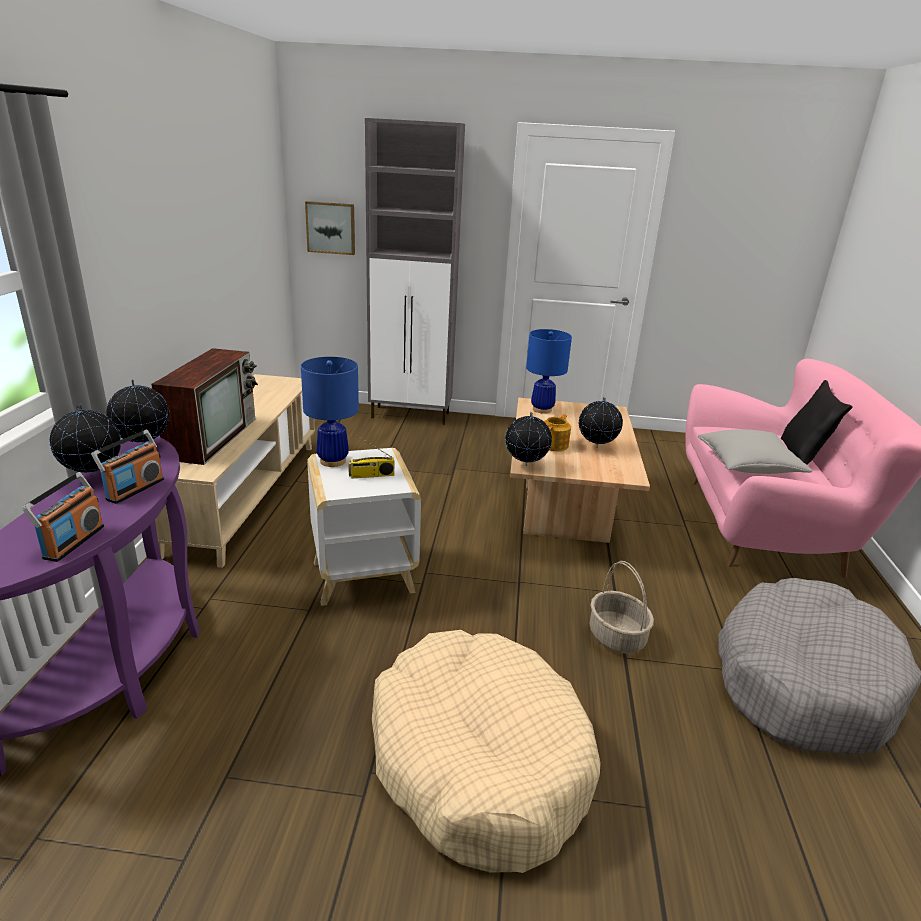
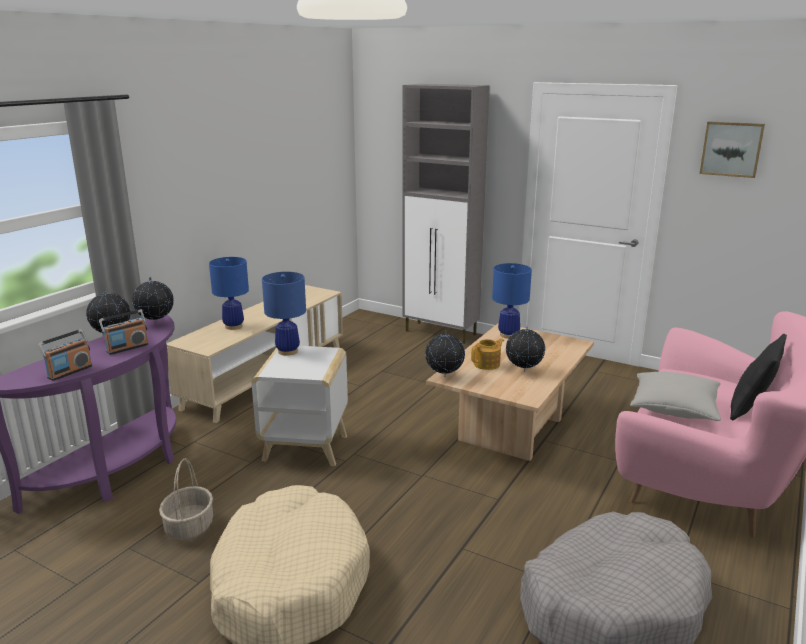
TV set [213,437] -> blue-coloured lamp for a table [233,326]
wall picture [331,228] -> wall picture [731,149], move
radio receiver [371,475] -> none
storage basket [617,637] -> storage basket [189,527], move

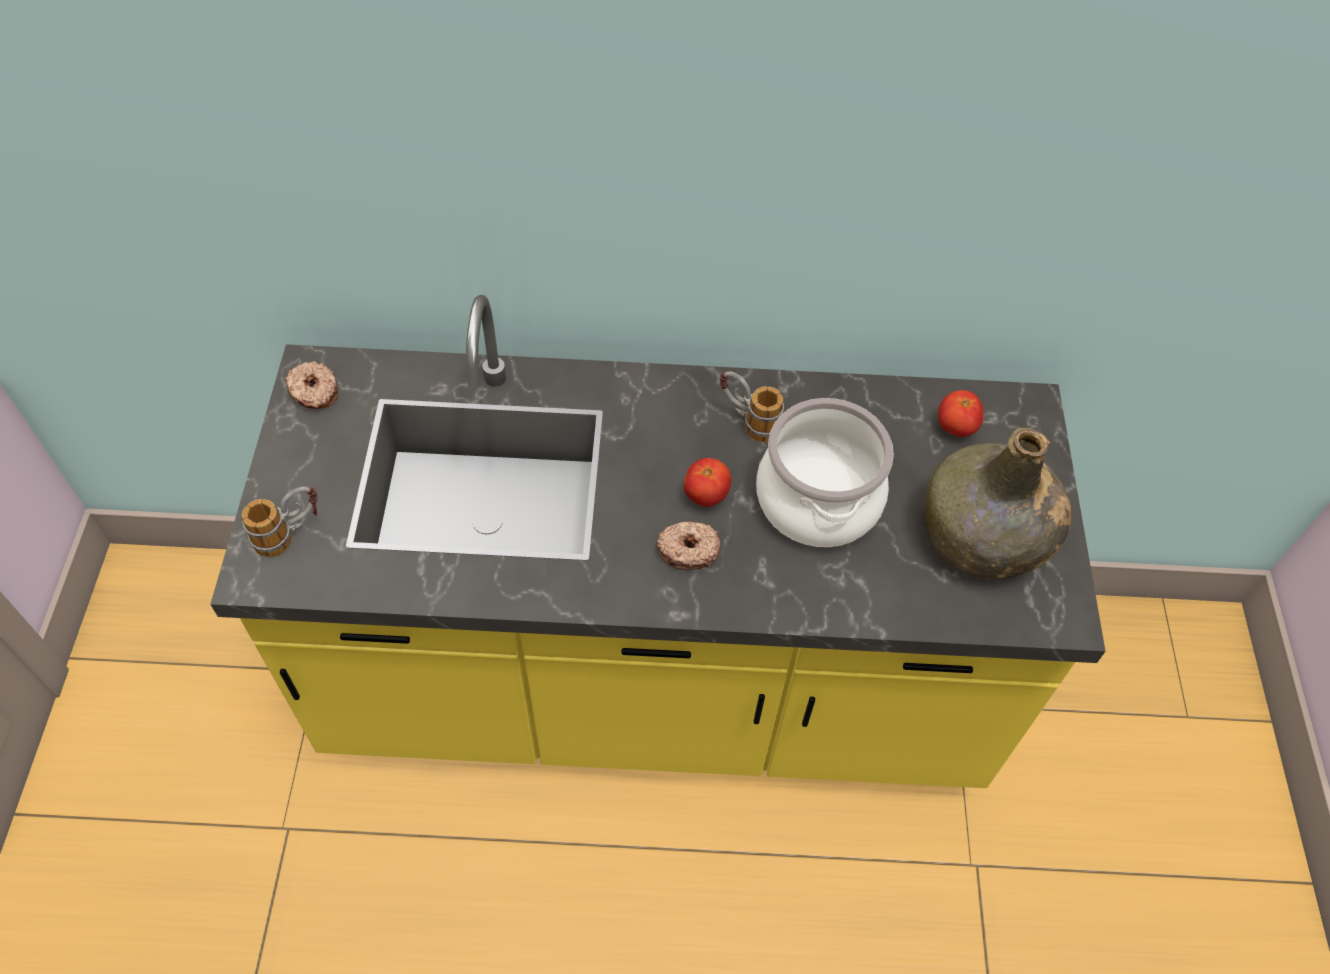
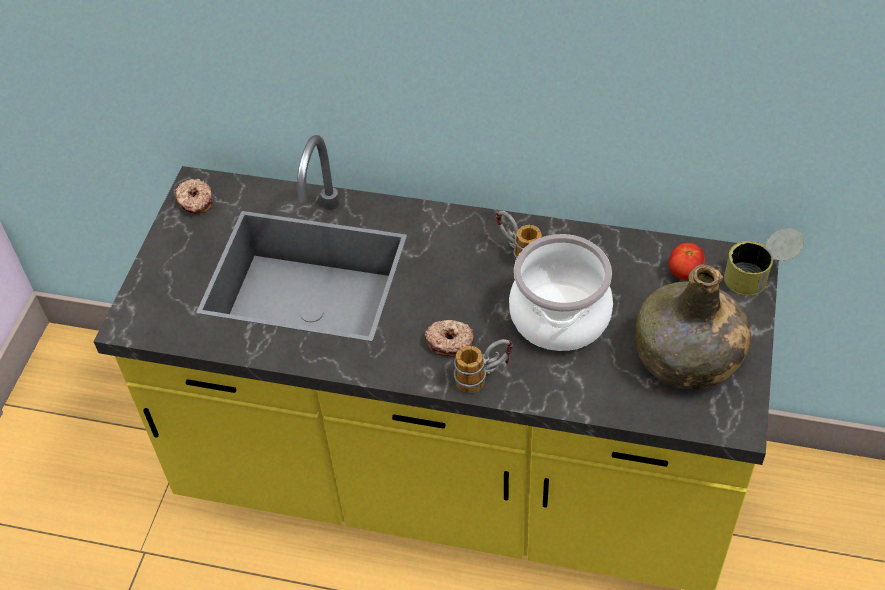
mug [290,534] -> mug [483,376], move
whole tomato [706,495] -> none
none -> metal can [758,276]

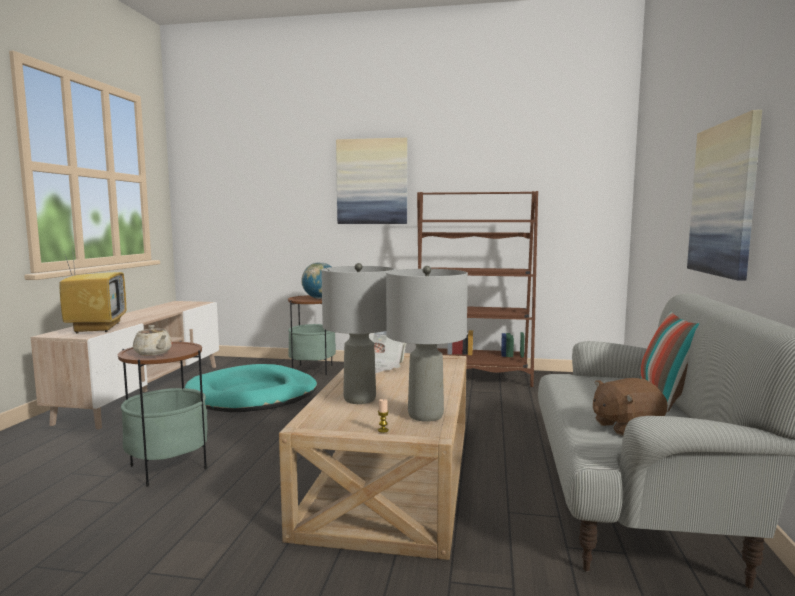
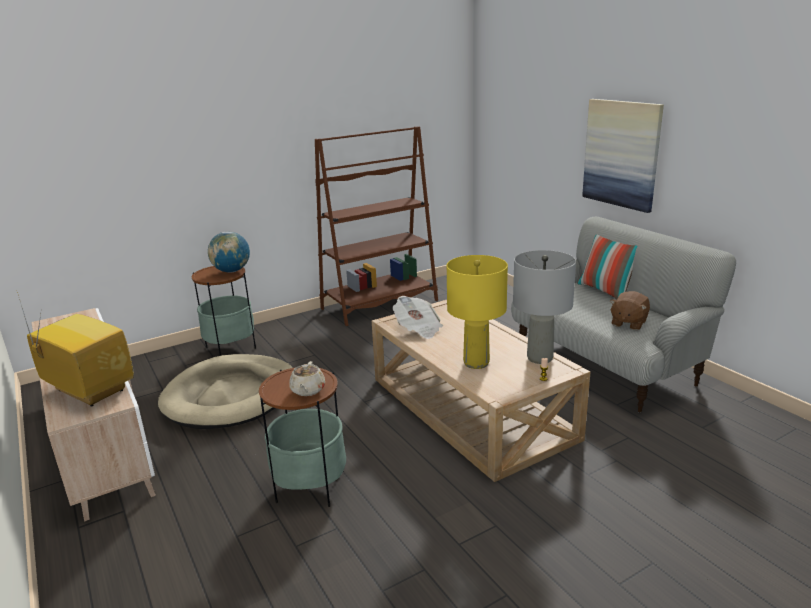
beige-coloured tea pot [153,353] -> beige-coloured tea pot [307,390], 90 degrees clockwise
turquoise pet bed [253,395] -> beige-coloured pet bed [231,395]
greyish lamp for a table [359,399] -> yellowish lamp for a table [475,363]
wall picture [372,182] -> none

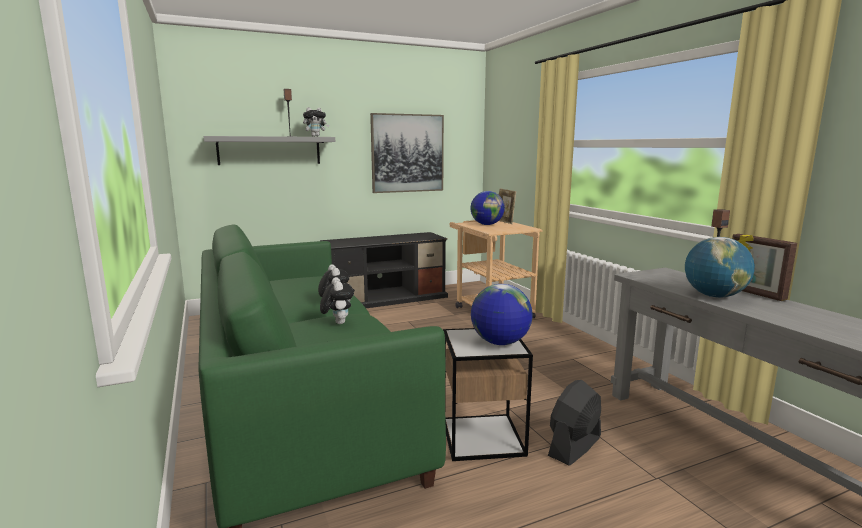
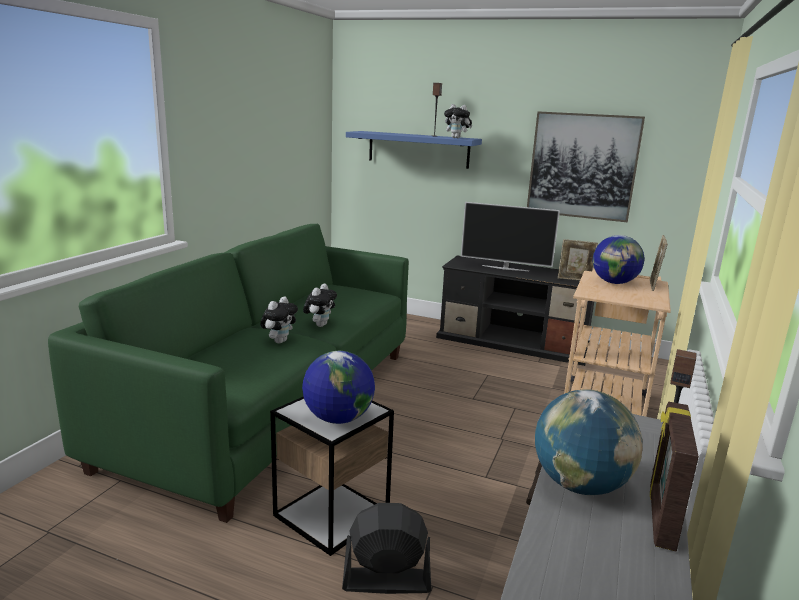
greyish wall shelf [269,150] -> blue-coloured wall shelf [418,149]
none -> TV set [505,268]
none -> standing frame [574,279]

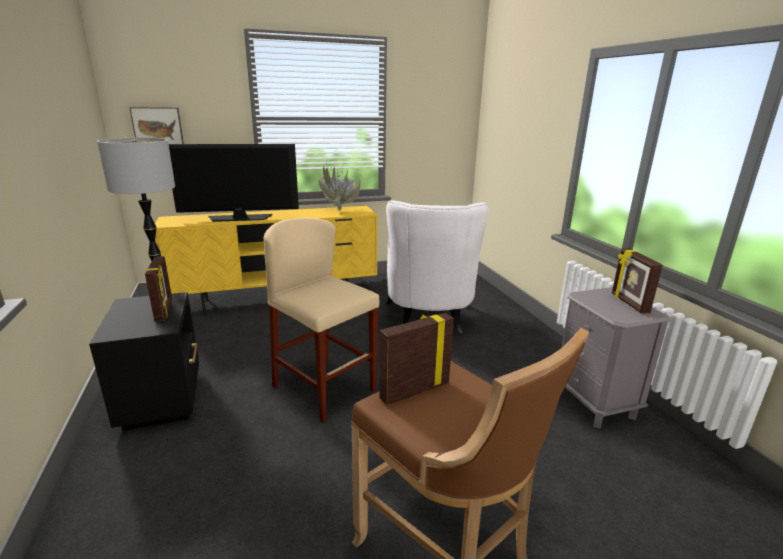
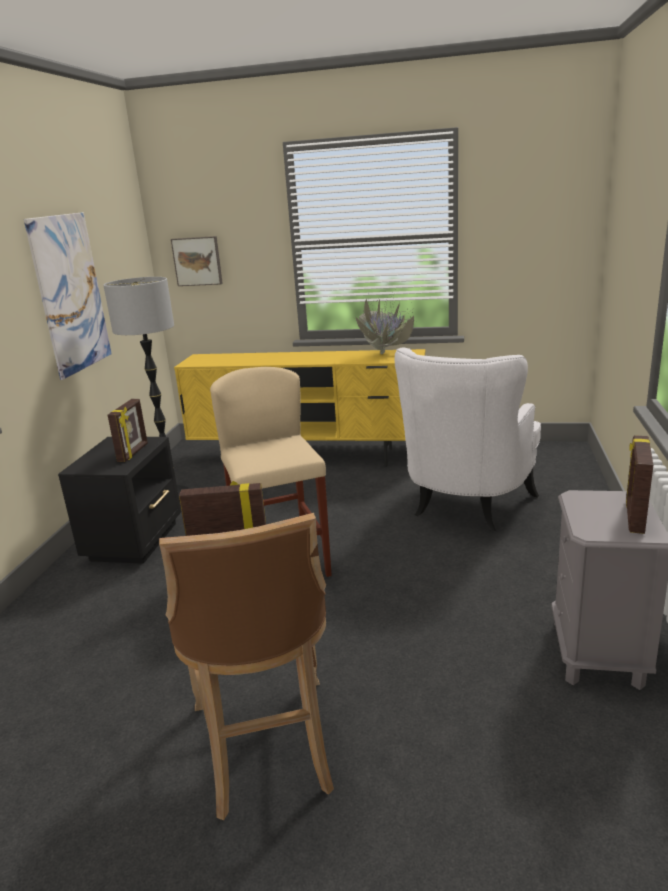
TV set [240,218] -> none
none -> wall picture [71,294]

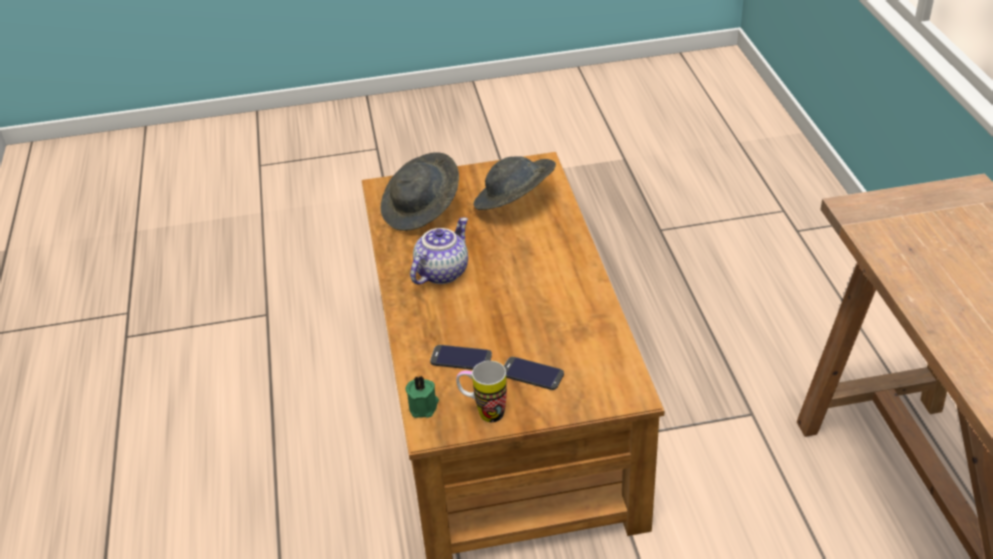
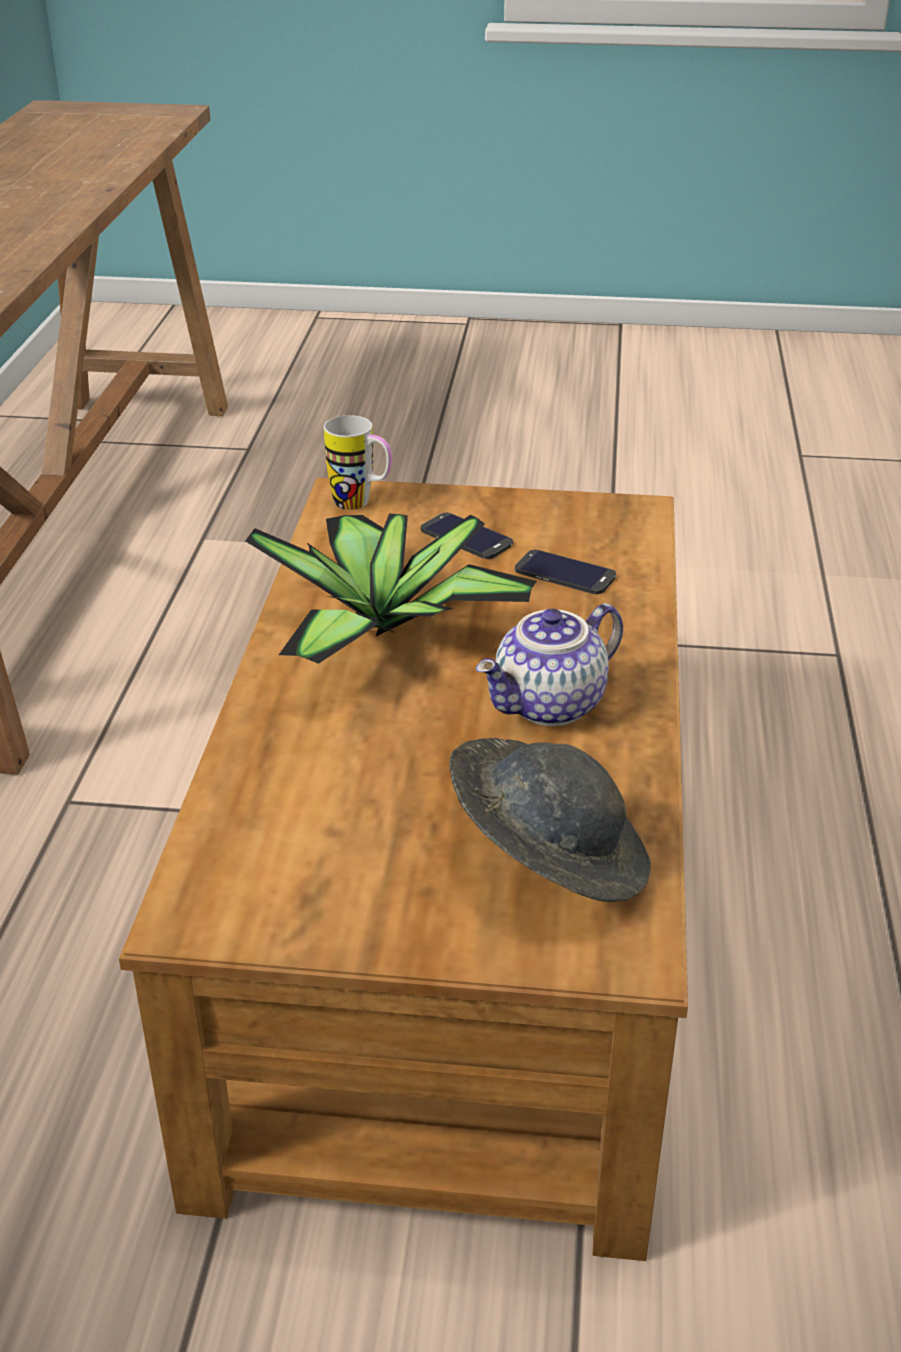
greenish wax light [424,406] -> none
mug [483,412] -> mug [361,504], move
greyish wearable hat [514,203] -> none
none -> houseplant [386,629]

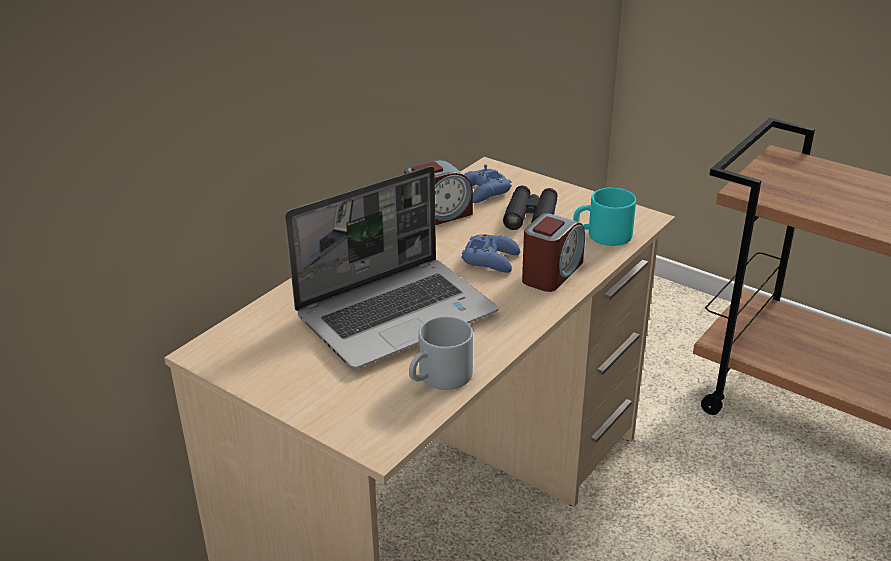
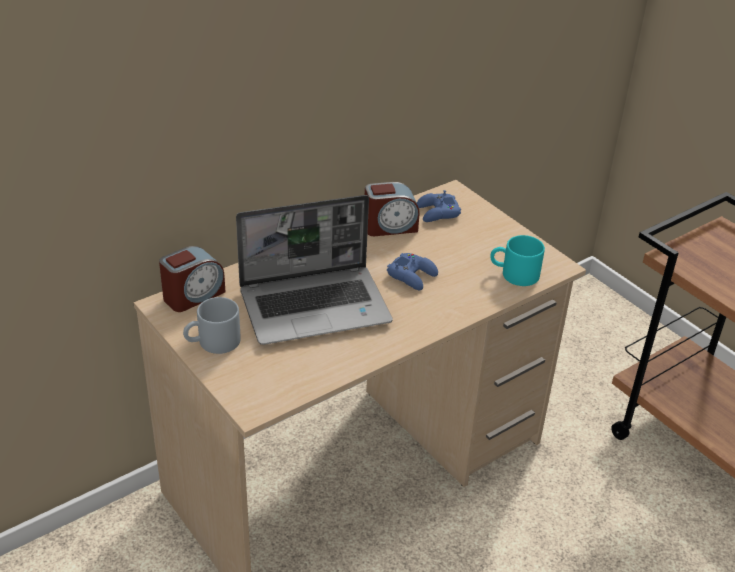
greyish mug [439,378] -> greyish mug [213,343], move
black-coloured binoculars [531,216] -> none
table clock [552,273] -> table clock [193,295], move

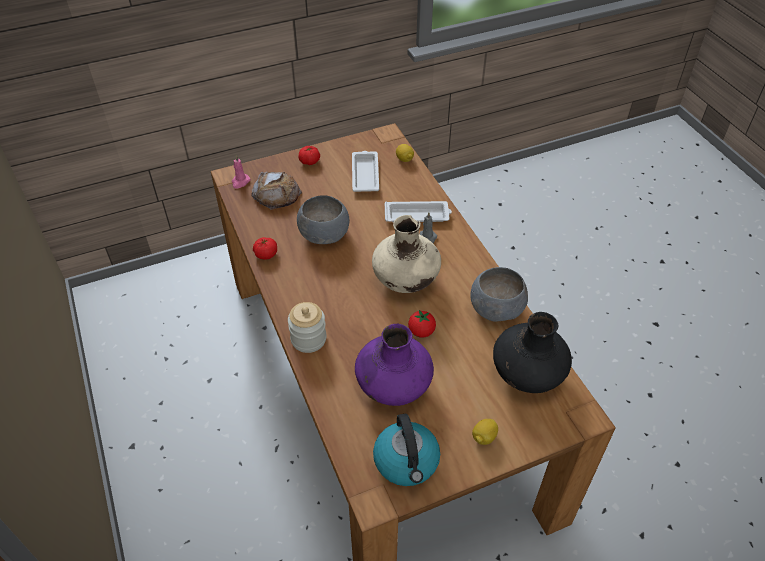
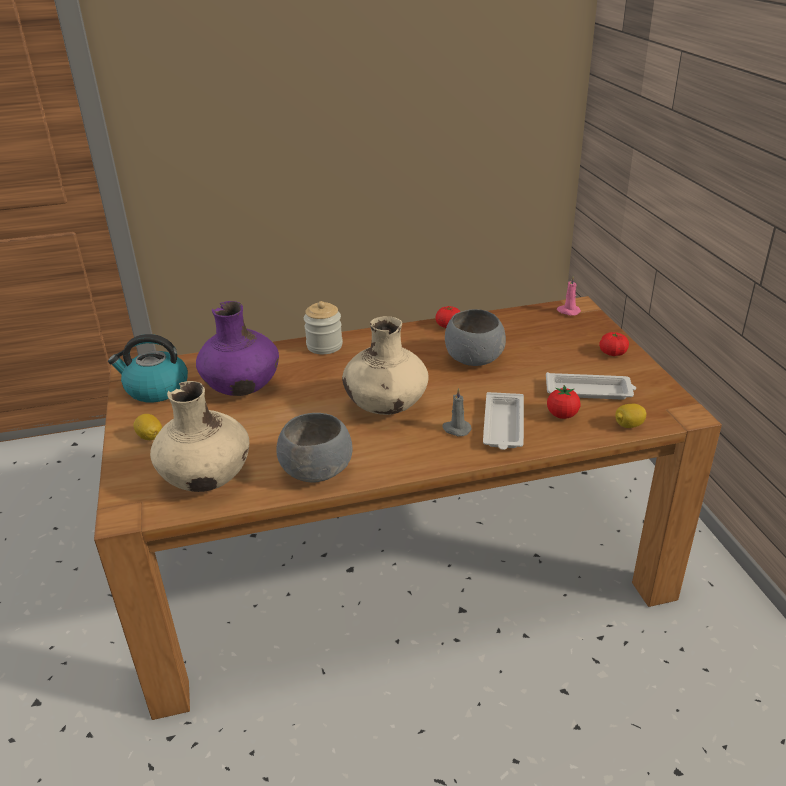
bakery bread [276,194] -> none
whole tomato [421,331] -> whole tomato [562,415], move
black-coloured flower vase [526,375] -> beige-coloured flower vase [207,479]

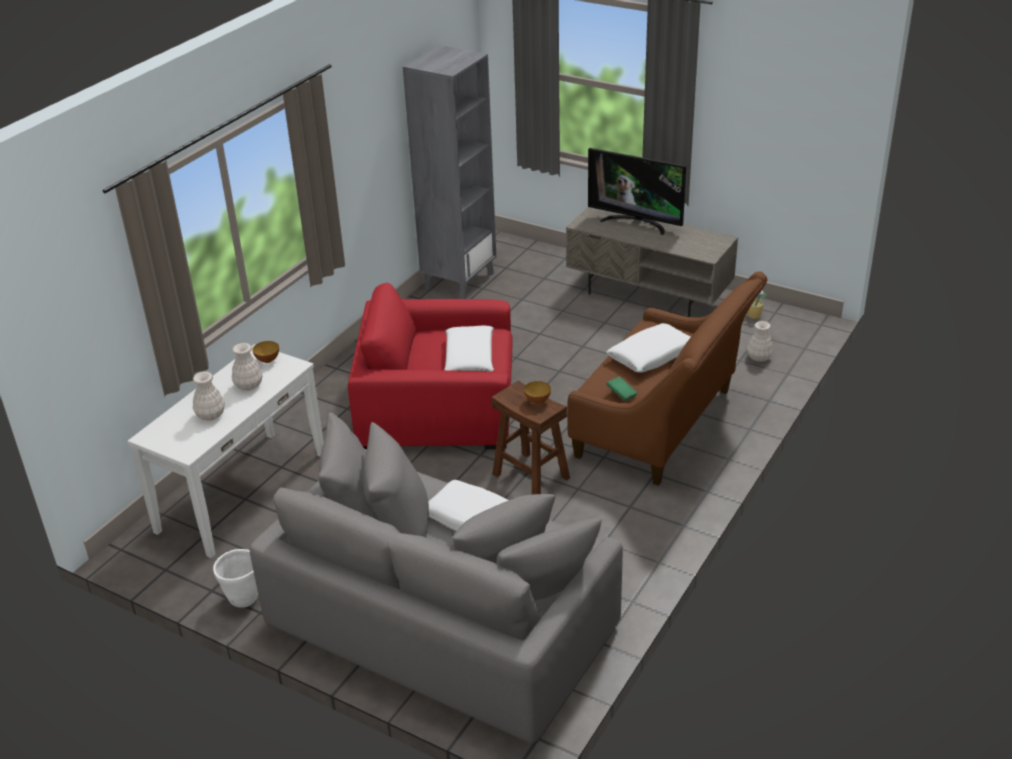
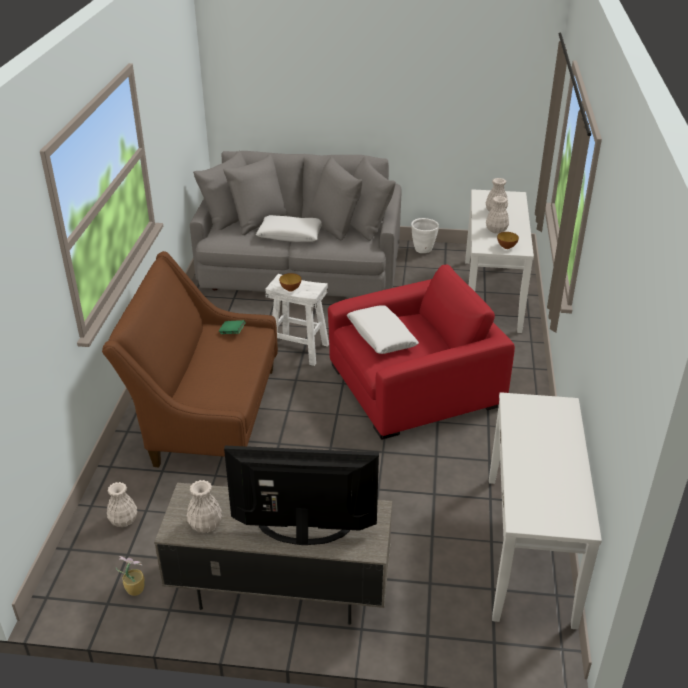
greyish bookcase [459,280] -> whitish console table [530,547]
brown stool seat [530,476] -> whitish stool seat [299,349]
whitish throw pillow [651,356] -> none
none -> whitish flower vase [205,525]

